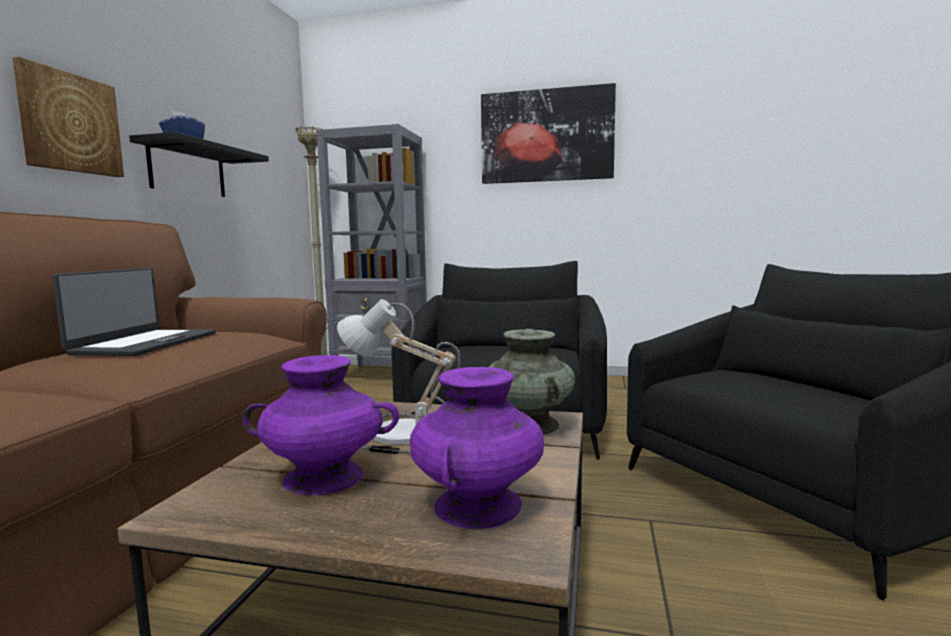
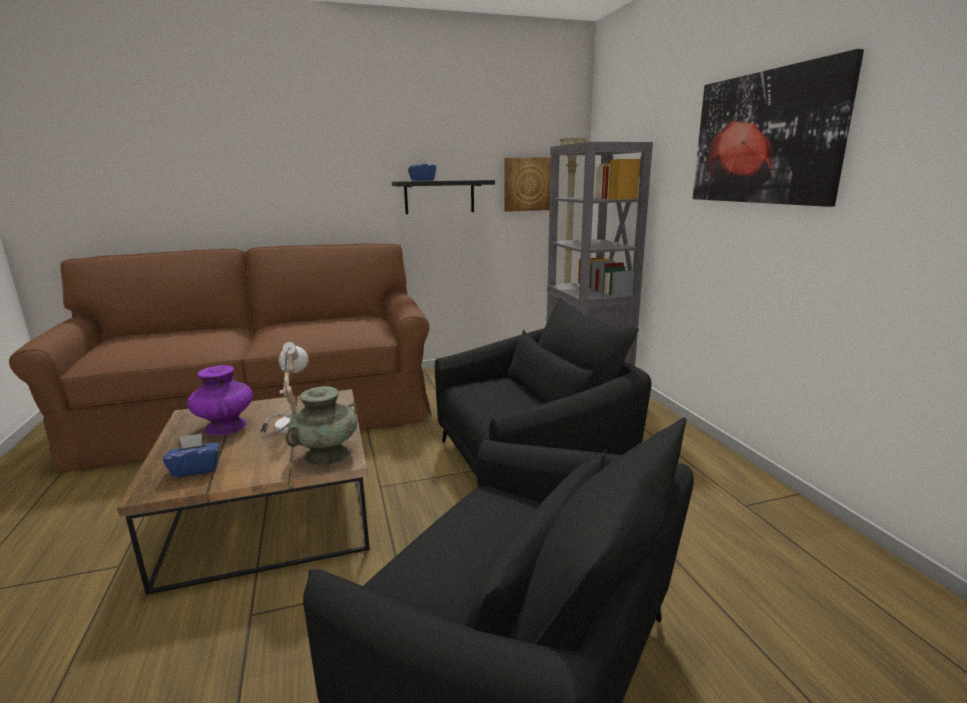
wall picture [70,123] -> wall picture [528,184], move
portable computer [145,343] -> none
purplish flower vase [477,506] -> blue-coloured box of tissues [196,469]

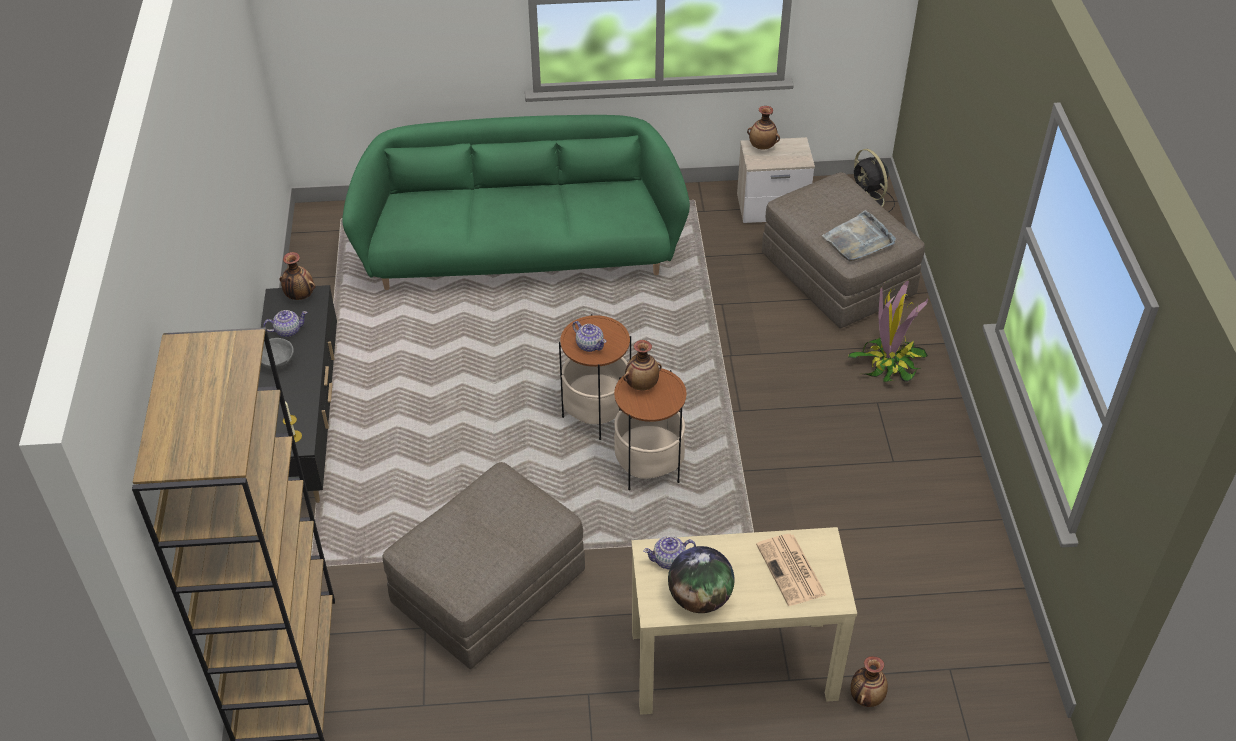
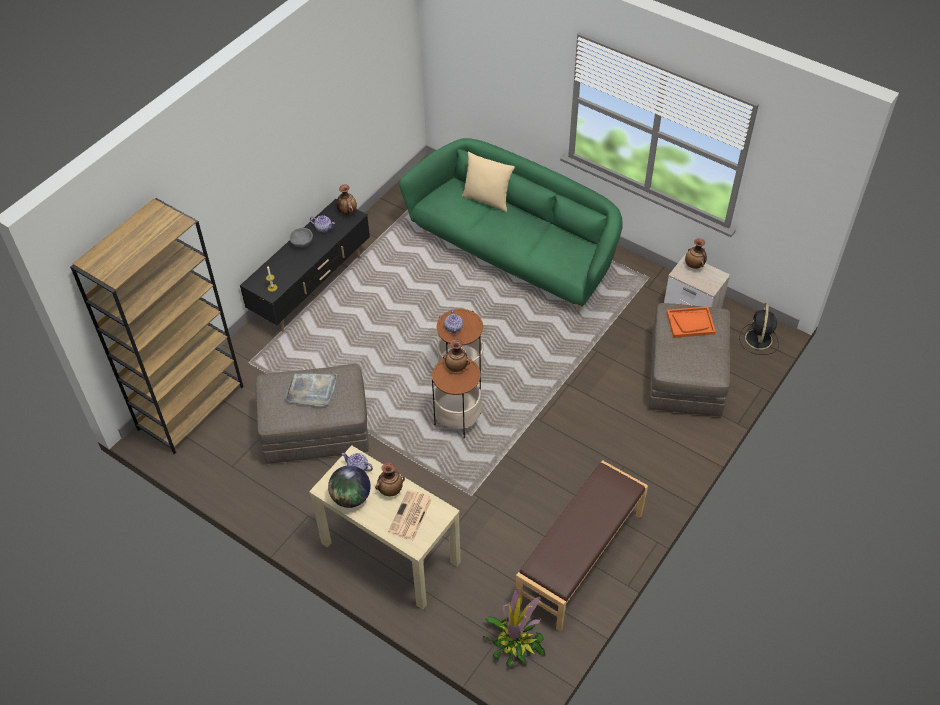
greyish serving tray [858,240] -> greyish serving tray [312,390], move
houseplant [889,363] -> houseplant [515,641], move
flower vase [866,697] -> flower vase [390,490], move
none -> beige-coloured throw pillow [487,199]
none -> brown indoor bench [580,558]
none -> orange serving tray [690,323]

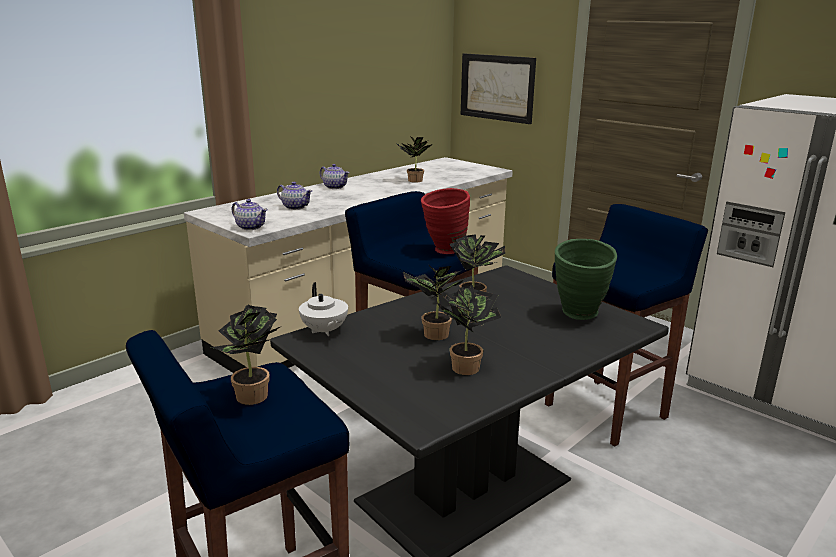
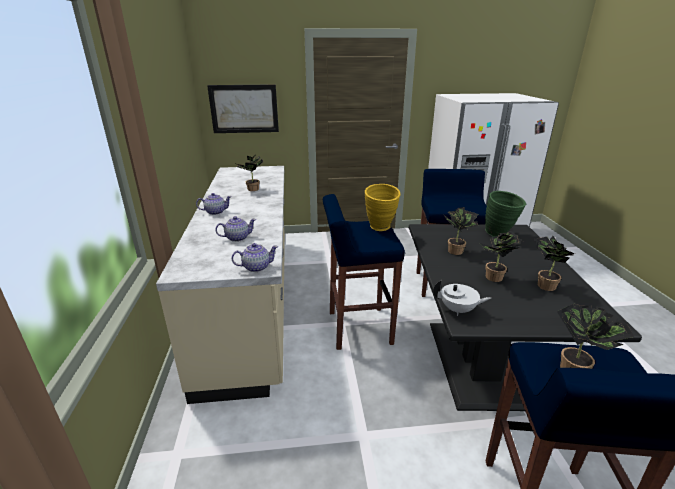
reddish flower vase [444,251] -> yellowish flower vase [381,229]

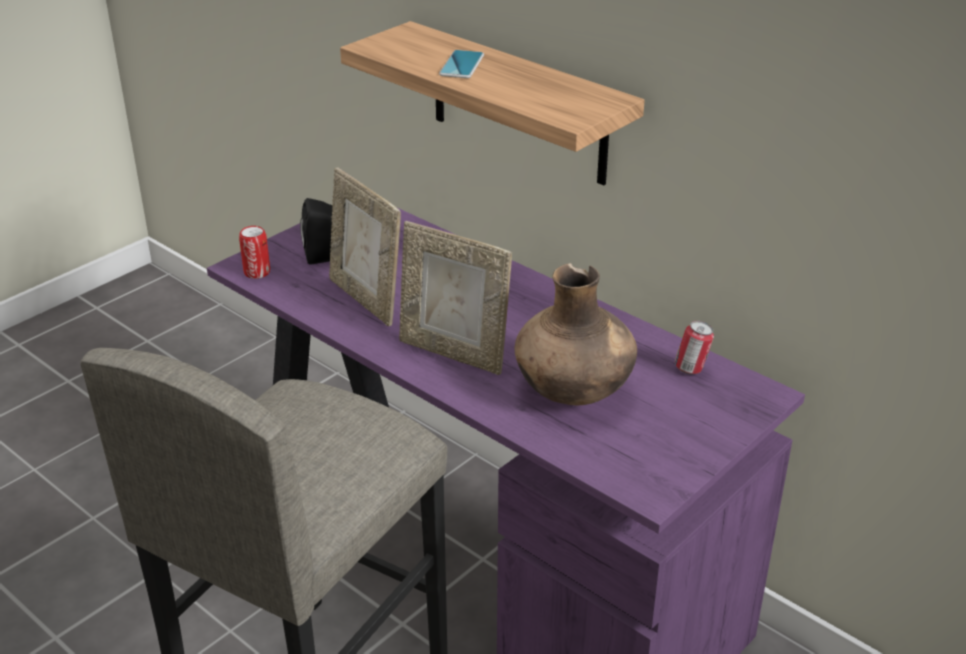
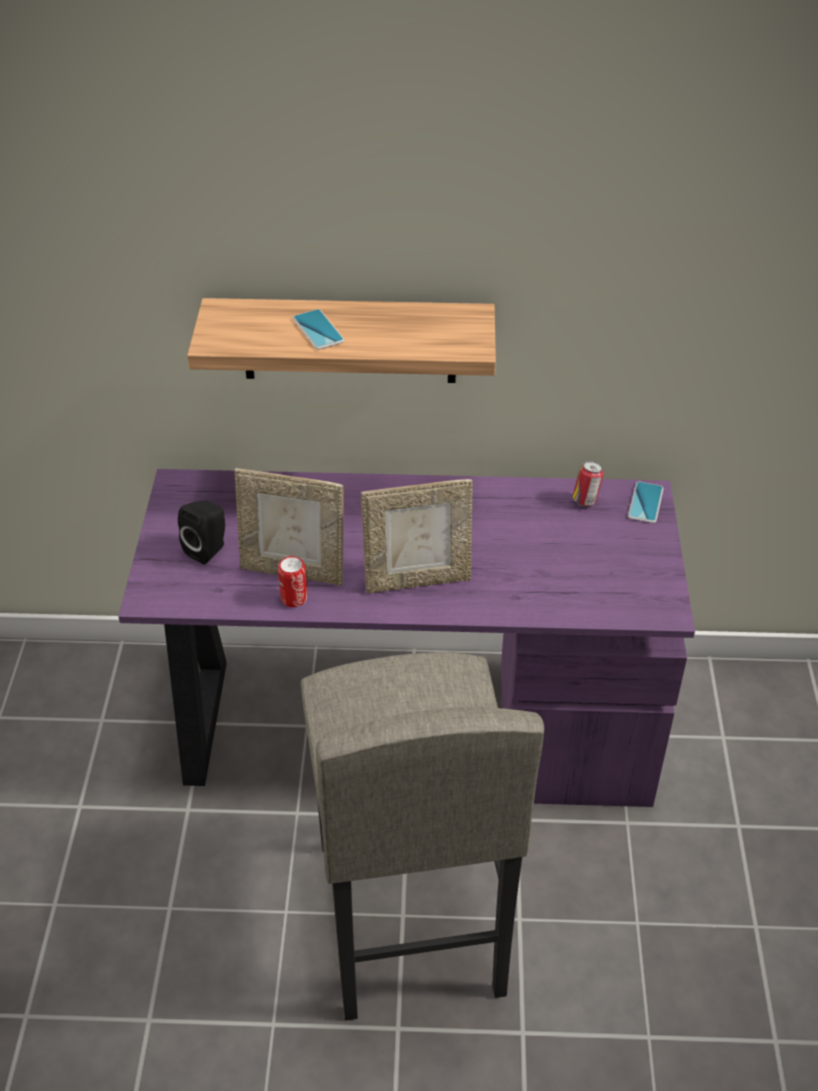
metal can [257,272] -> metal can [294,598], move
brown flower vase [574,392] -> none
none -> handset [645,503]

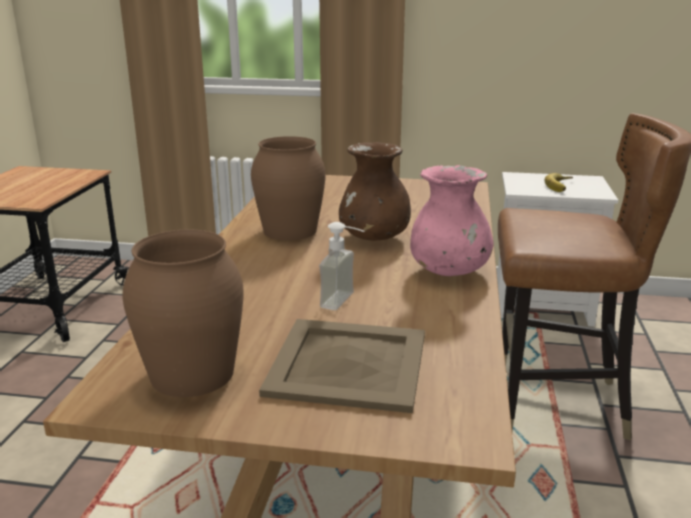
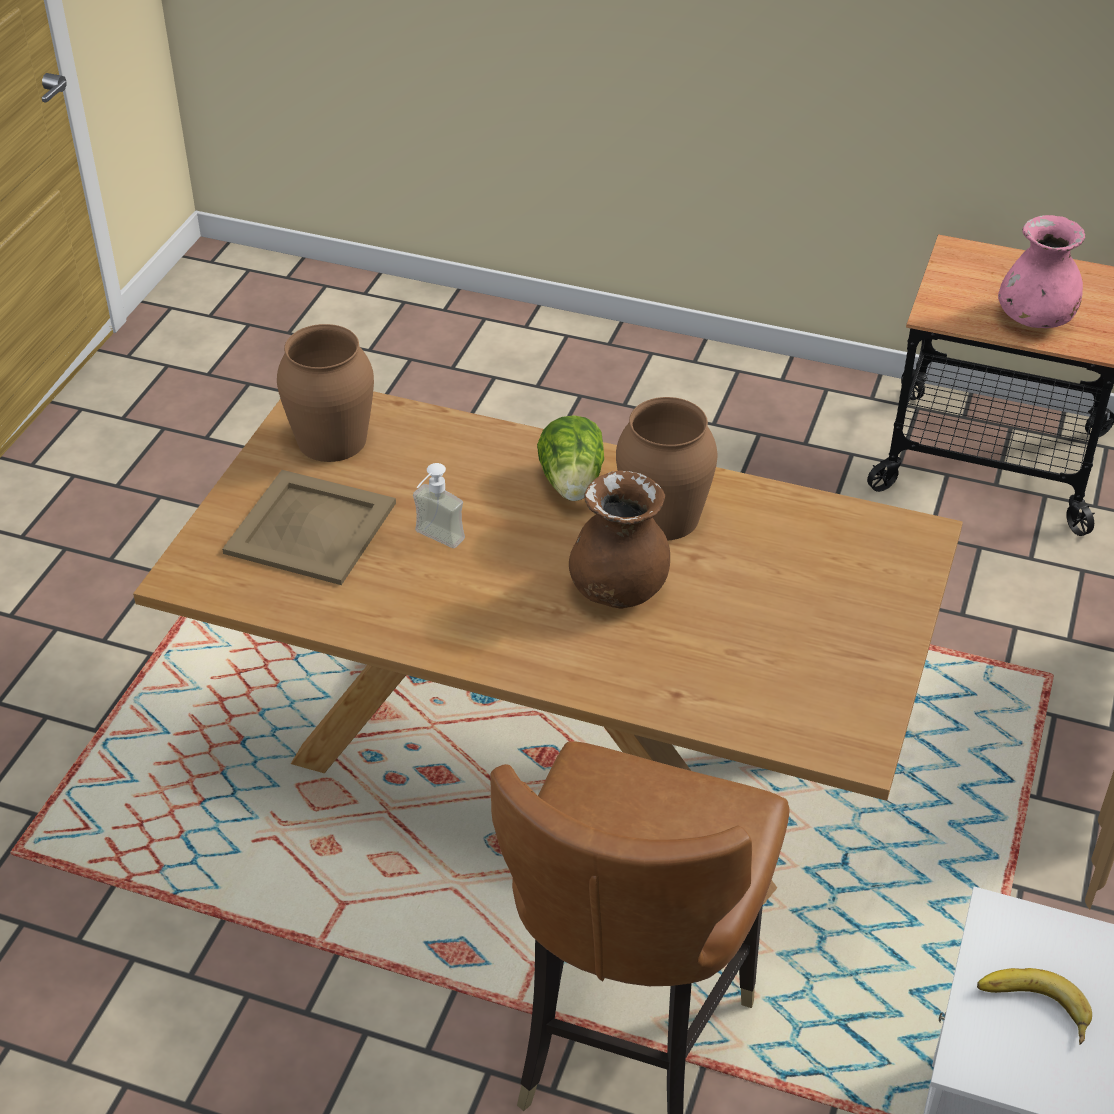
pink flower vase [449,271] -> pink flower vase [1034,319], move
none -> head of lettuce [572,484]

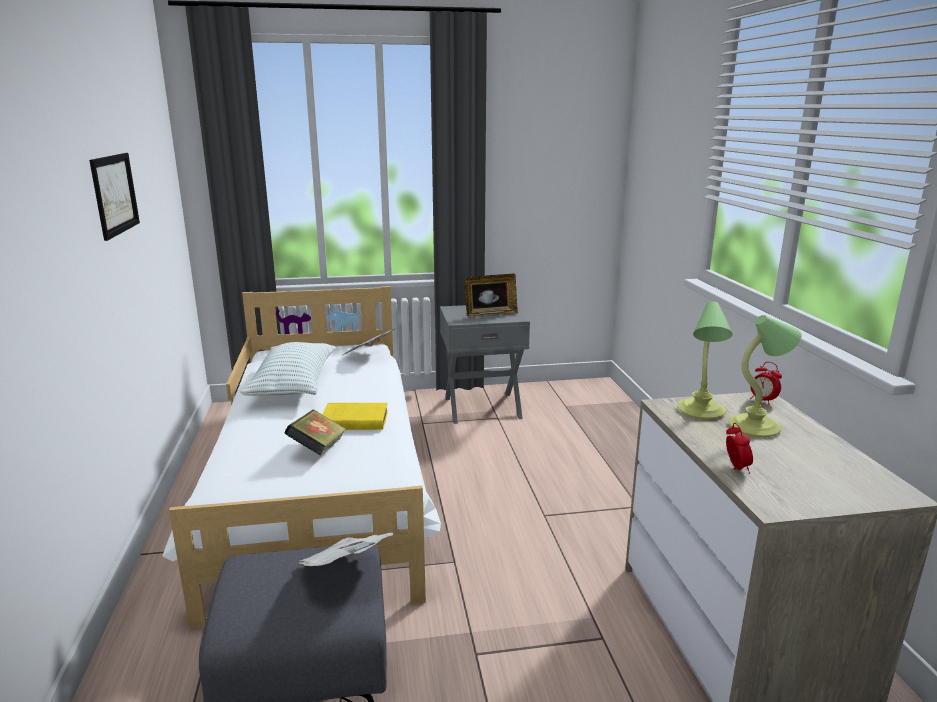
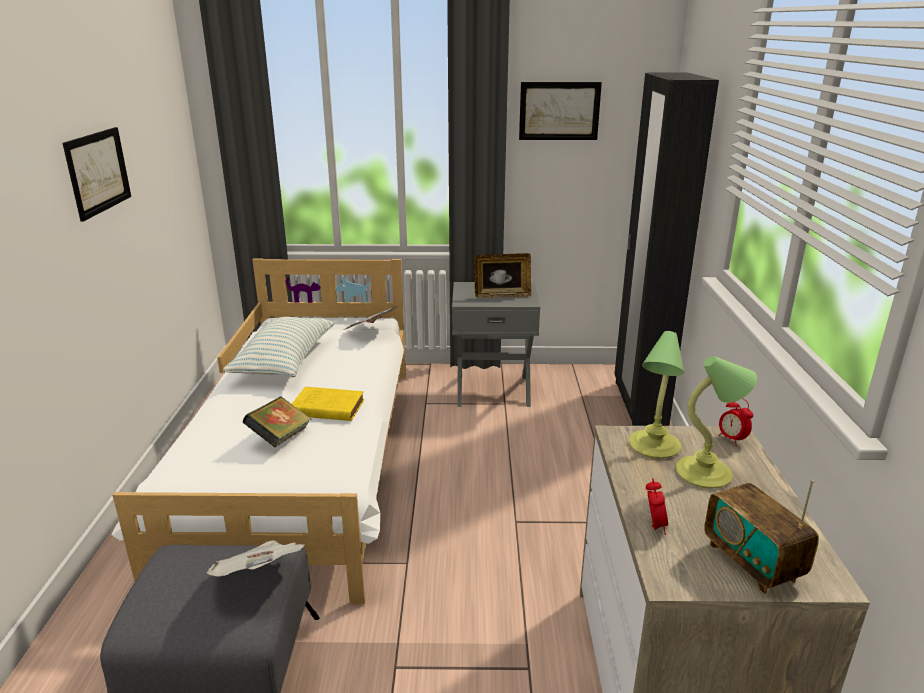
none -> wall picture [559,111]
none -> black-coloured armoire [639,403]
none -> radio receiver [752,562]

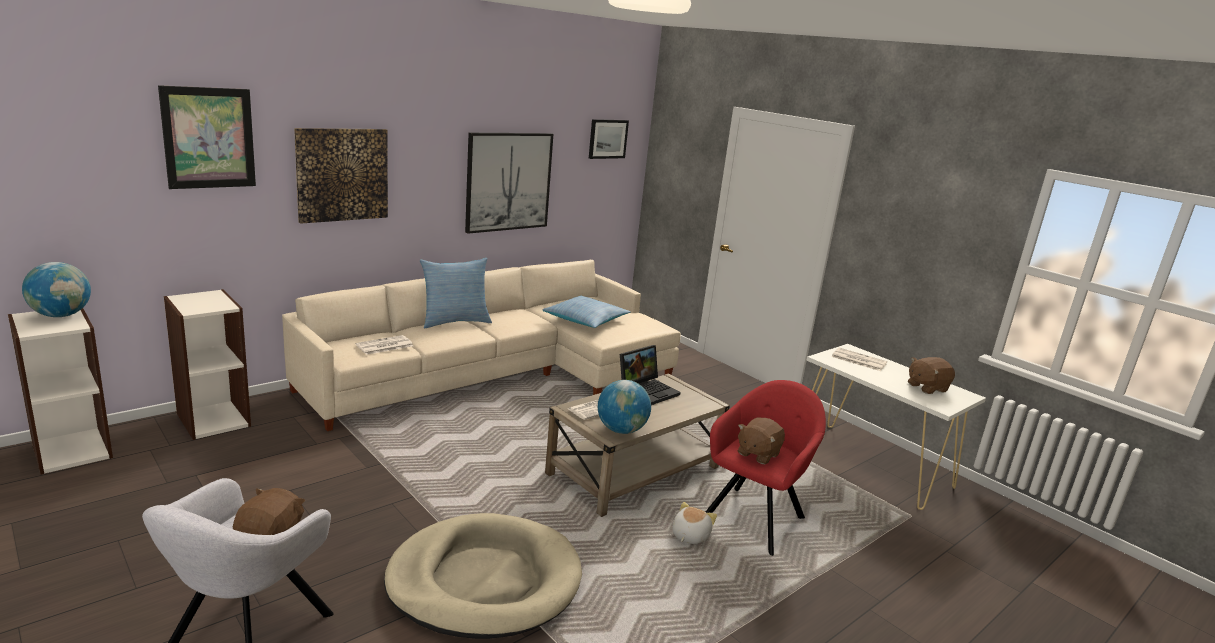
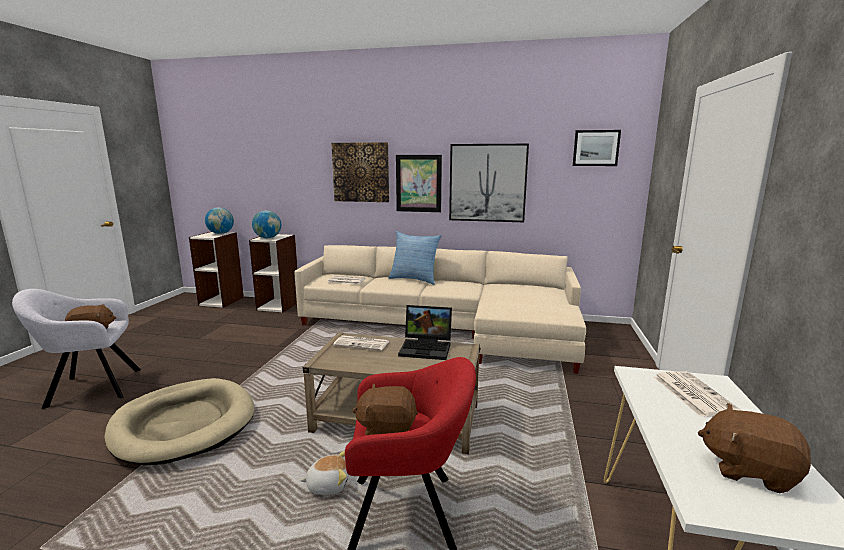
wall picture [209,138] -> wall picture [418,183], move
throw pillow [586,320] -> none
globe [621,430] -> globe [268,238], move

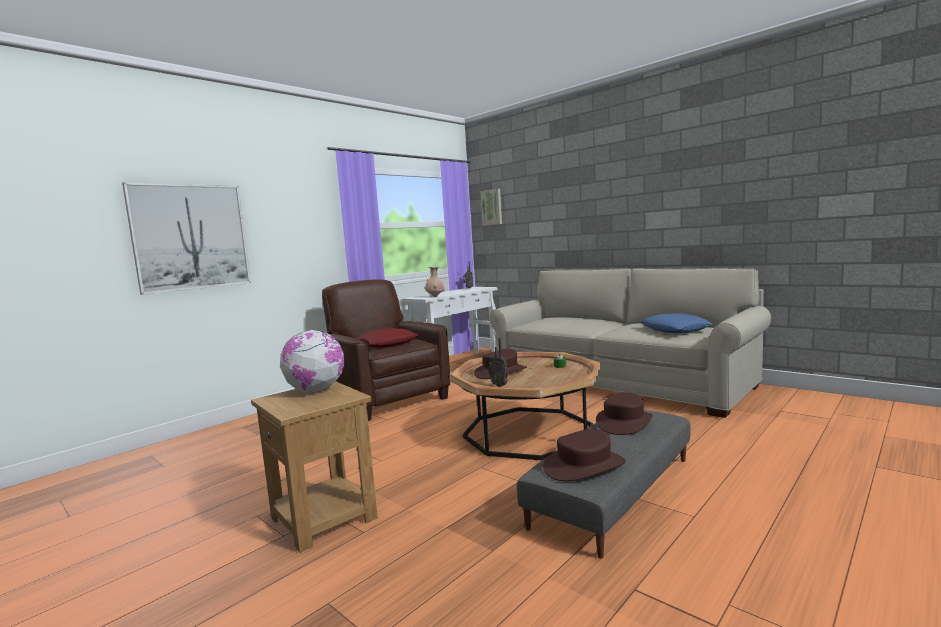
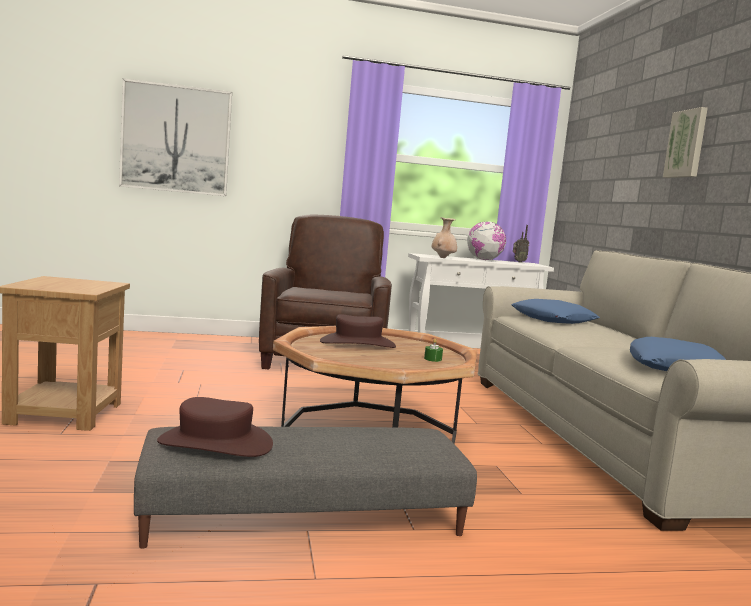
globe [316,390] -> globe [484,260], move
reddish throw pillow [387,344] -> none
wall picture [492,207] -> wall picture [687,144], move
radio receiver [499,385] -> none
brown wearable hat [624,422] -> none
none -> blue-coloured throw pillow [553,319]

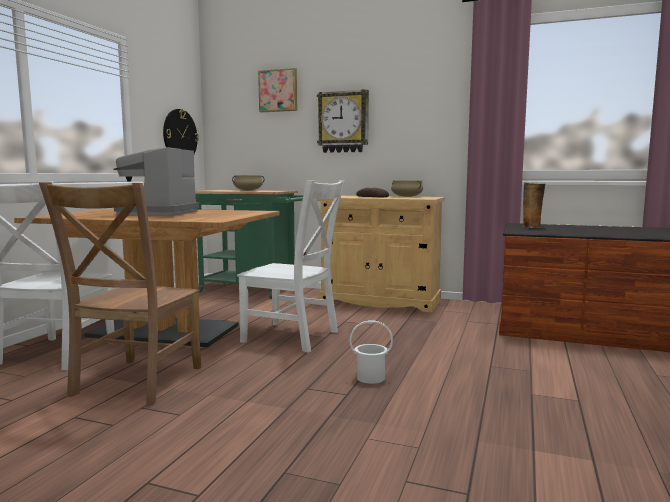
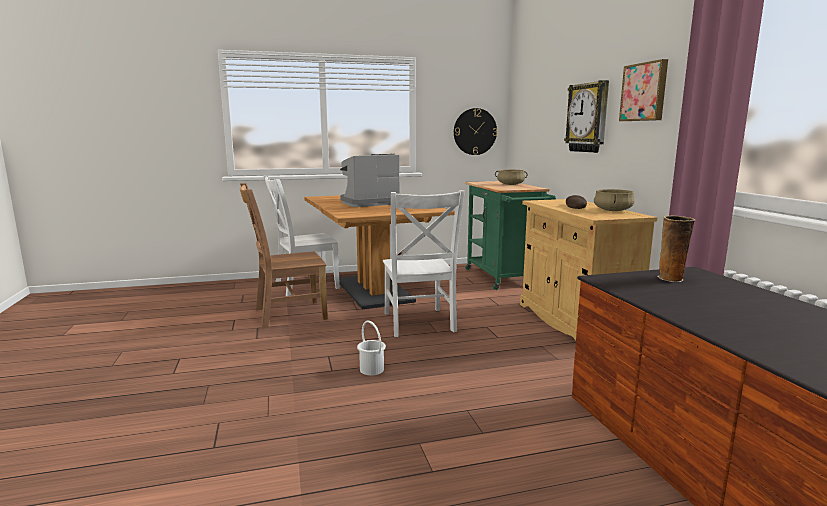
wall picture [278,91] -> wall picture [645,92], move

